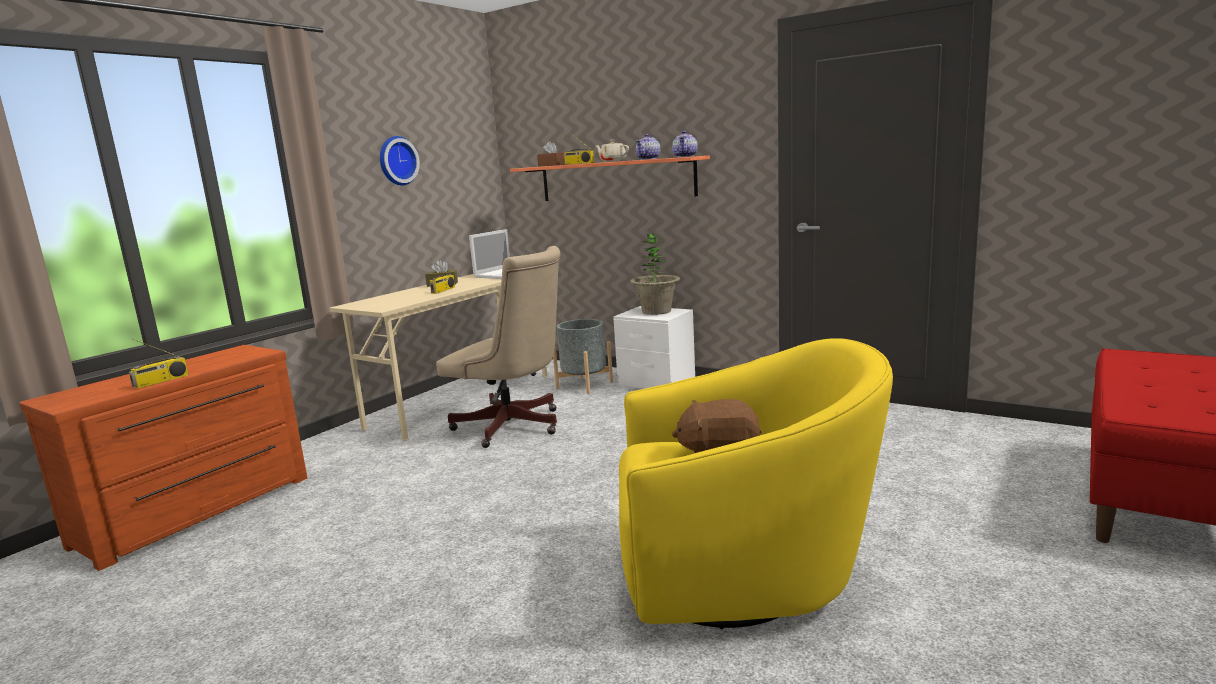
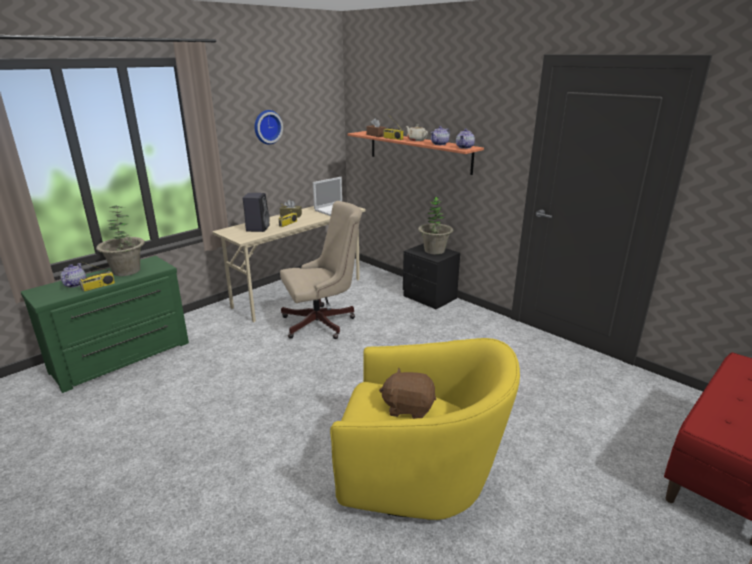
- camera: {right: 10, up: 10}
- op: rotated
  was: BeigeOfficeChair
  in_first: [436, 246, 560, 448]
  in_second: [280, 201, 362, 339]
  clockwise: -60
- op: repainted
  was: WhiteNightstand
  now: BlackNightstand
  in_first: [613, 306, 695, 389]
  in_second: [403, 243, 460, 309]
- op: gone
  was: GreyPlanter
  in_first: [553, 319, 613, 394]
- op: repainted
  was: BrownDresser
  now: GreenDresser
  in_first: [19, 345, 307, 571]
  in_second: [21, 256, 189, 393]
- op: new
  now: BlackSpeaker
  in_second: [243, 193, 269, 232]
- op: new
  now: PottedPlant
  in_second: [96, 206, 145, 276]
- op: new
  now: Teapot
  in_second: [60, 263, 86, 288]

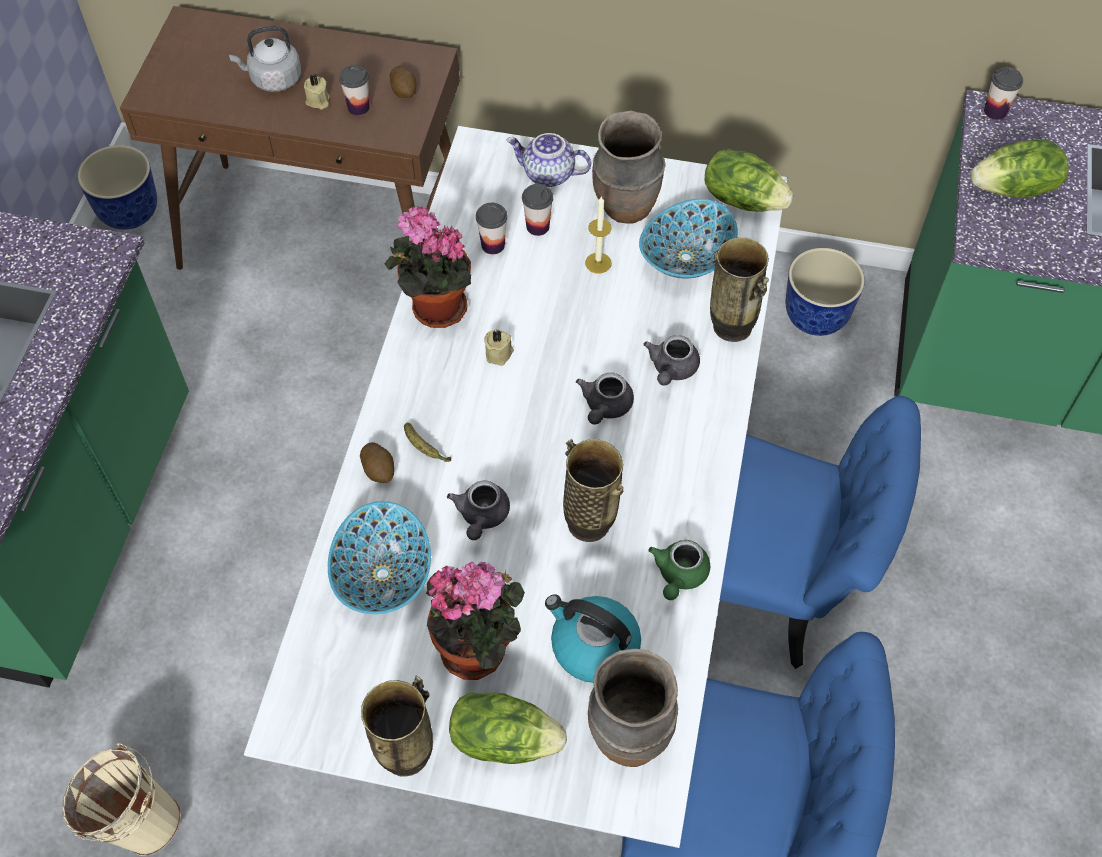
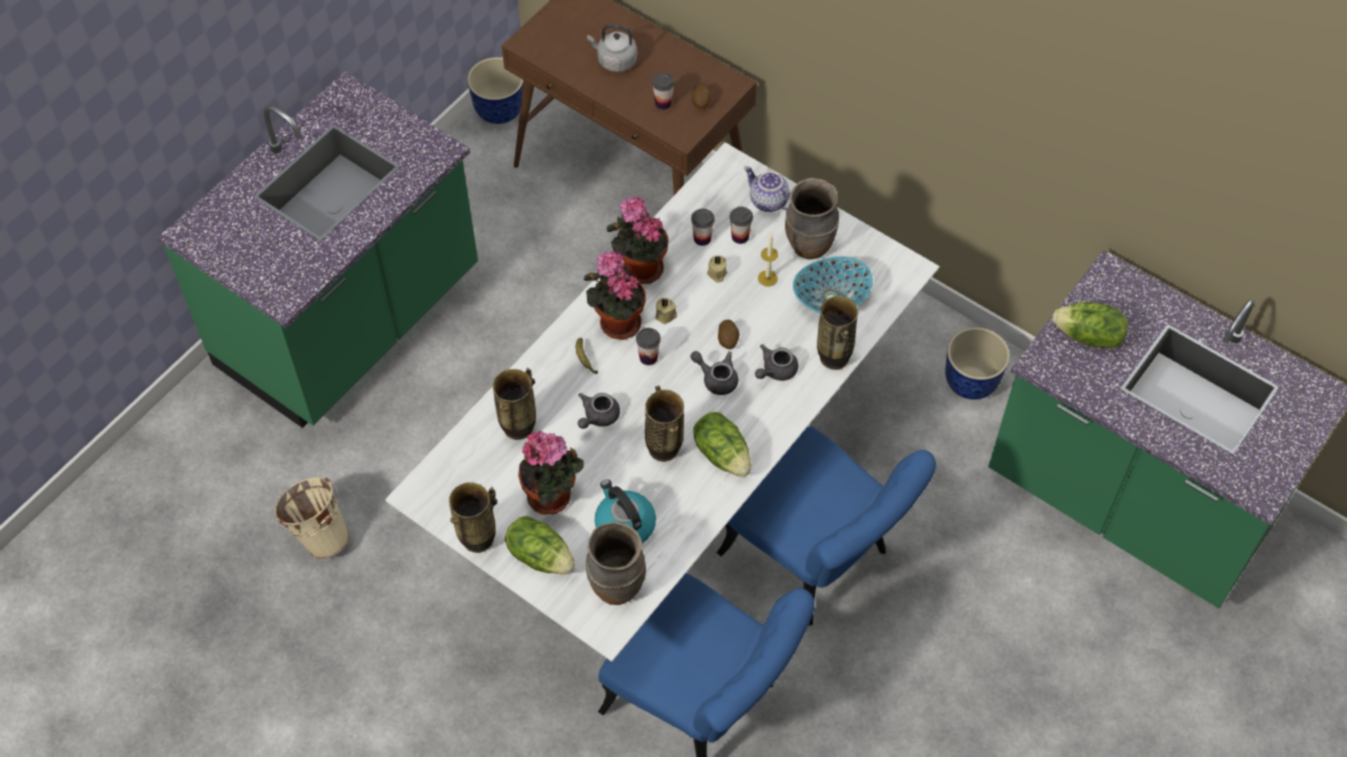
- camera: {right: 25, up: 0}
- op: shifted
  was: Cup
  in_first: [984, 67, 1023, 120]
  in_second: [636, 328, 661, 365]
- op: shifted
  was: BeigeCandle
  in_first: [304, 74, 330, 110]
  in_second: [707, 256, 728, 283]
- op: shifted
  was: Lettuce
  in_first: [705, 149, 793, 212]
  in_second: [693, 412, 752, 477]
- op: rotated
  was: GreyTeapot
  in_first: [576, 373, 634, 425]
  in_second: [690, 351, 738, 395]
  clockwise: 75
- op: shifted
  was: Potato
  in_first: [360, 442, 394, 483]
  in_second: [718, 319, 740, 349]
- op: swapped
  was: Bowl
  now: Vase
  in_first: [328, 501, 431, 614]
  in_second: [493, 367, 536, 440]
- op: gone
  was: GreenTeapot
  in_first: [649, 540, 710, 600]
- op: new
  now: PottedPlant
  in_second: [584, 251, 646, 340]

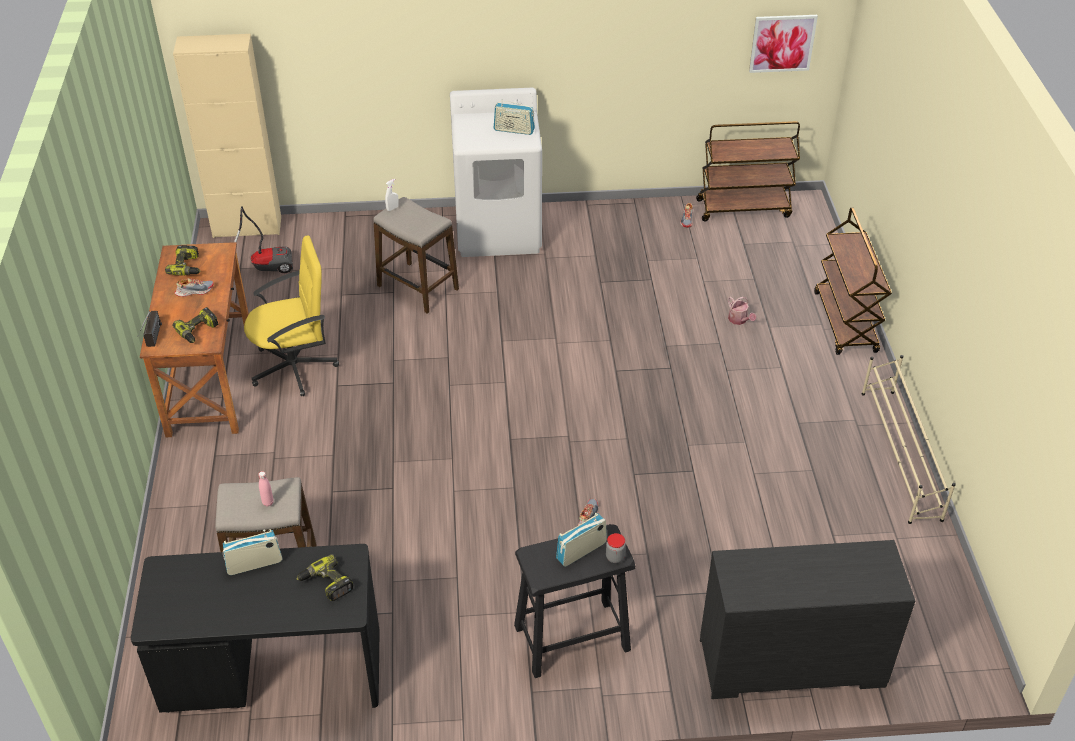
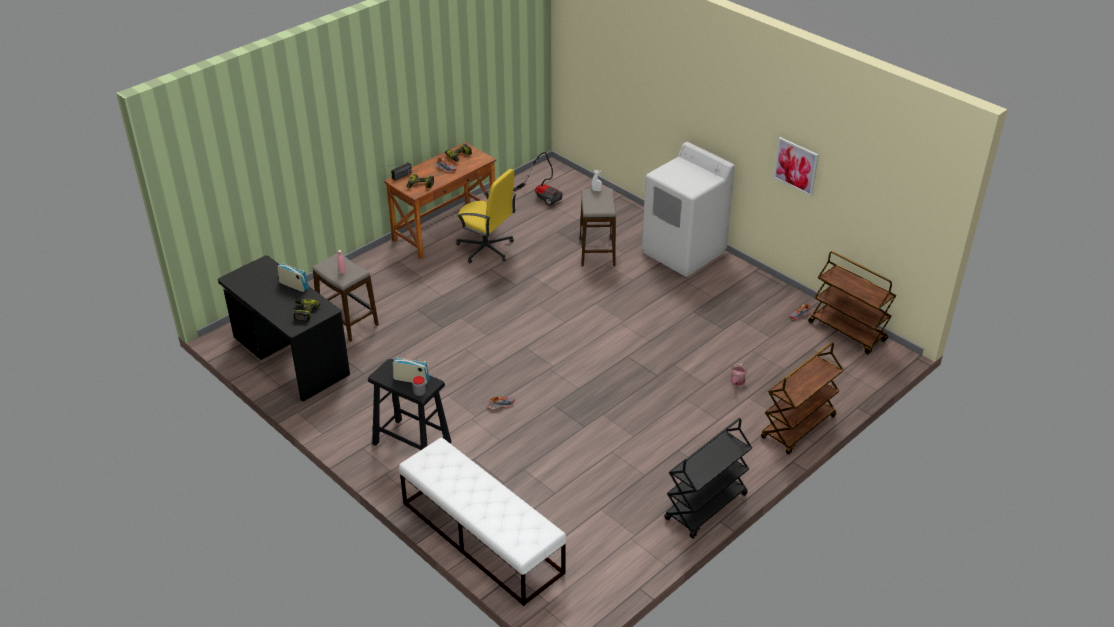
- camera: {right: 50, up: -5}
- op: shifted
  was: Picture
  in_first: [749, 15, 818, 73]
  in_second: [773, 137, 819, 196]
- op: gone
  was: BeigeCabinet
  in_first: [173, 34, 281, 238]
- op: gone
  was: Radio
  in_first: [494, 101, 535, 135]
- op: swapped
  was: BeigeShoeRack
  now: BlackCart
  in_first: [862, 355, 956, 524]
  in_second: [664, 418, 752, 539]
- op: swapped
  was: BlackDresser
  now: WhiteBench
  in_first: [700, 540, 915, 699]
  in_second: [399, 437, 567, 606]

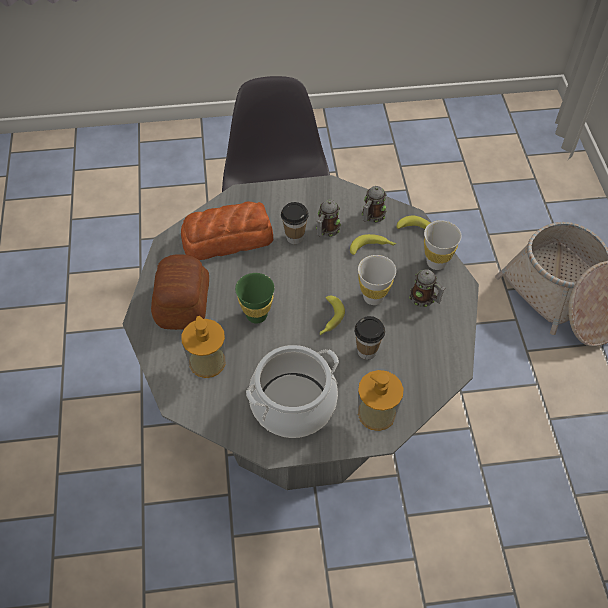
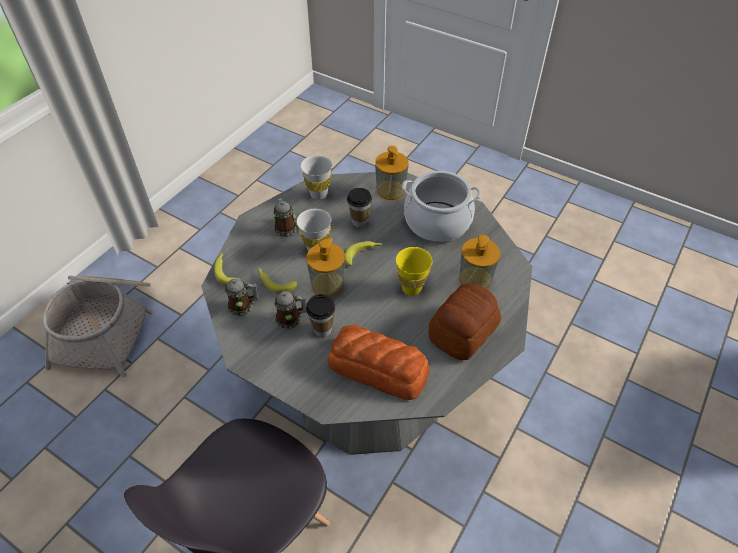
- camera: {right: -140, up: -5}
- op: shifted
  was: WhiteCup
  in_first: [424, 220, 462, 270]
  in_second: [301, 155, 332, 200]
- op: repainted
  was: GreenCup
  now: YellowCup
  in_first: [235, 273, 274, 324]
  in_second: [396, 247, 432, 296]
- op: new
  now: SoapDispenser
  in_second: [306, 238, 345, 297]

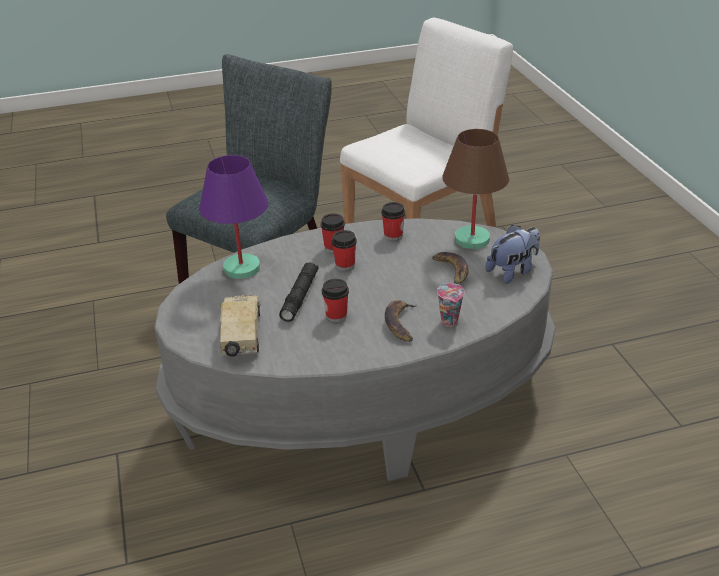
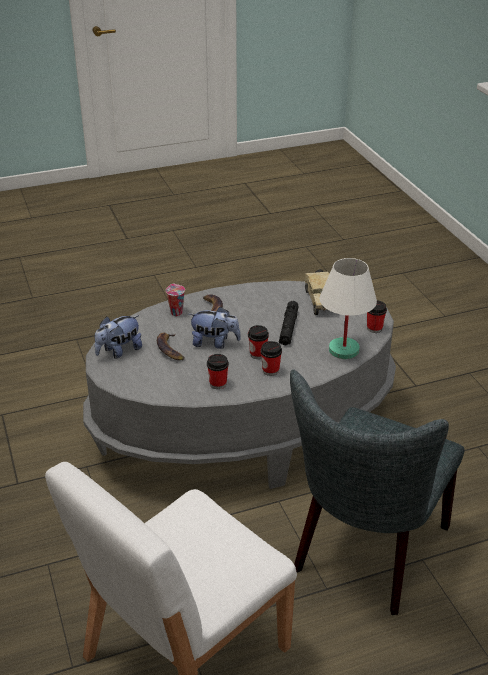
- camera: {right: 175, up: 0}
- op: gone
  was: BrownTableLamp
  in_first: [442, 129, 509, 249]
- op: repainted
  was: PurpleTableLamp
  now: WhiteTableLamp
  in_first: [199, 155, 269, 279]
  in_second: [320, 258, 377, 359]
- op: shifted
  was: Cup
  in_first: [322, 279, 349, 323]
  in_second: [367, 301, 387, 333]
- op: new
  now: PlushToy
  in_second: [188, 306, 241, 349]

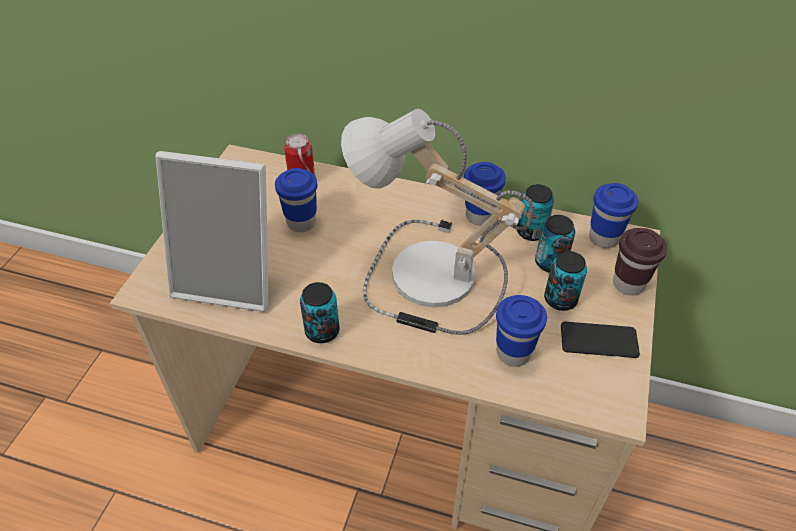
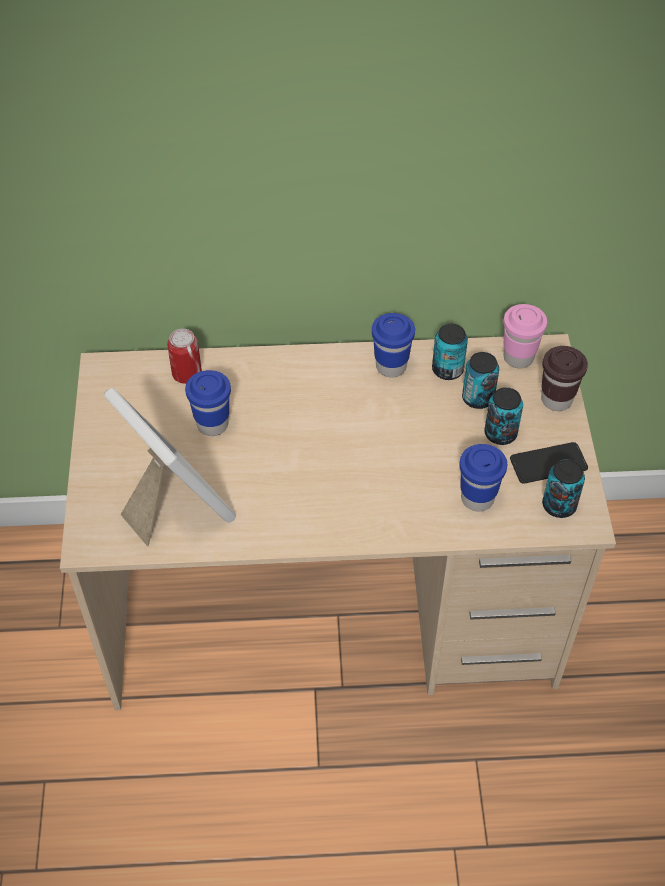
- camera: {right: -20, up: 5}
- op: gone
  was: TableLamp
  in_first: [341, 109, 534, 335]
- op: rotated
  was: PictureFrame
  in_first: [155, 151, 269, 312]
  in_second: [104, 388, 236, 546]
  clockwise: -120
- op: repainted
  was: BlueCup
  now: PinkCup
  in_first: [589, 183, 638, 248]
  in_second: [503, 304, 547, 368]
- op: shifted
  was: Can
  in_first: [300, 282, 340, 343]
  in_second: [542, 459, 585, 518]

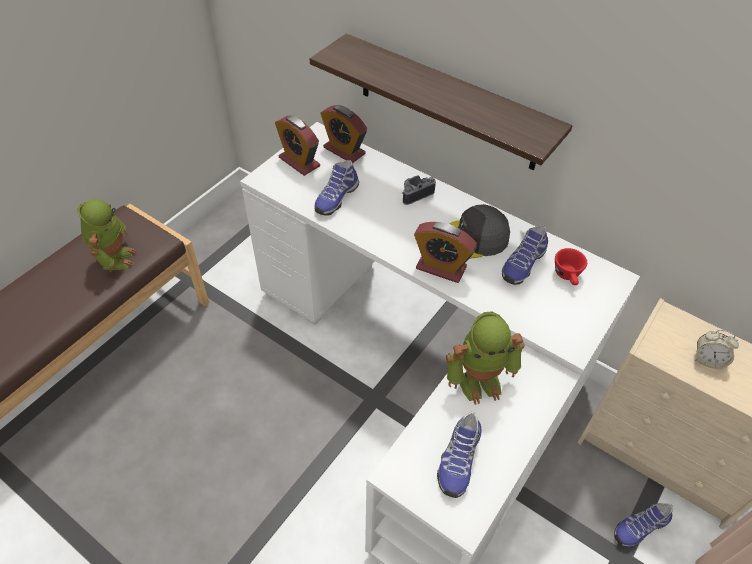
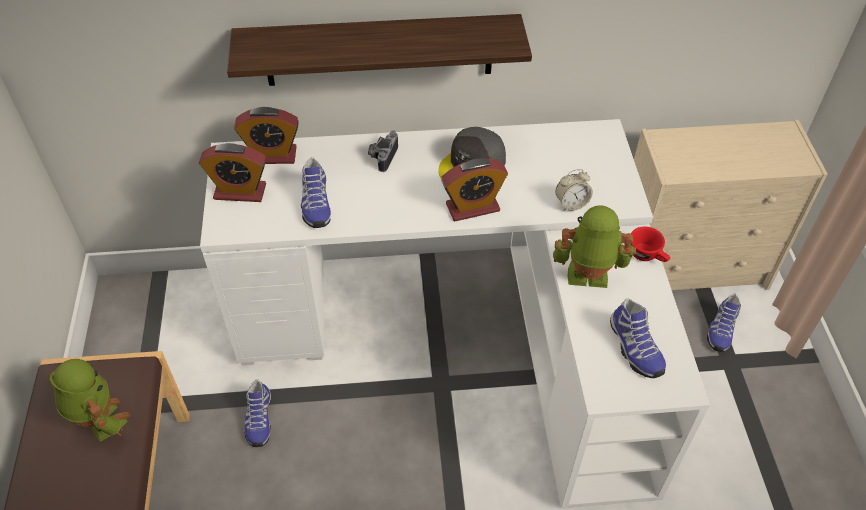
- camera: {right: -40, up: 0}
- op: shifted
  was: Shoe
  in_first: [502, 225, 548, 285]
  in_second: [244, 379, 271, 447]
- op: shifted
  was: RedCup
  in_first: [555, 248, 587, 285]
  in_second: [631, 226, 670, 262]
- op: rotated
  was: ToyRobot
  in_first: [446, 312, 524, 405]
  in_second: [553, 206, 636, 288]
  clockwise: -120
- op: shifted
  was: AlarmClock
  in_first: [695, 330, 739, 369]
  in_second: [555, 169, 593, 211]

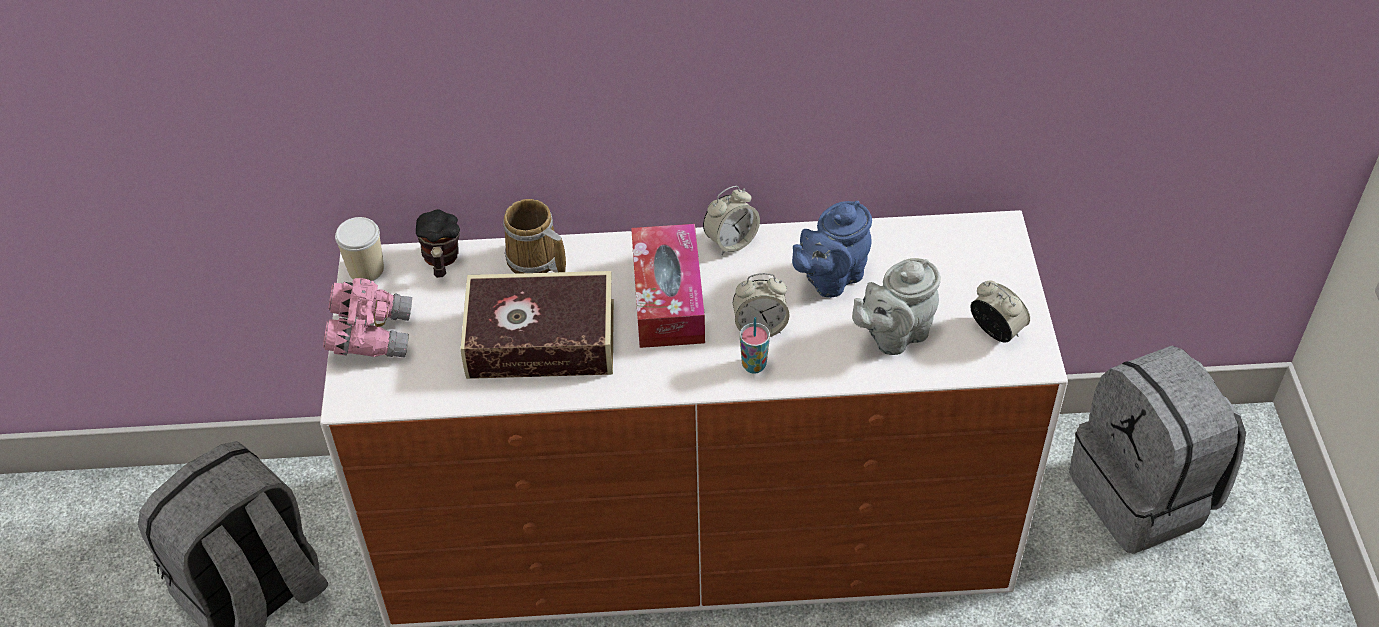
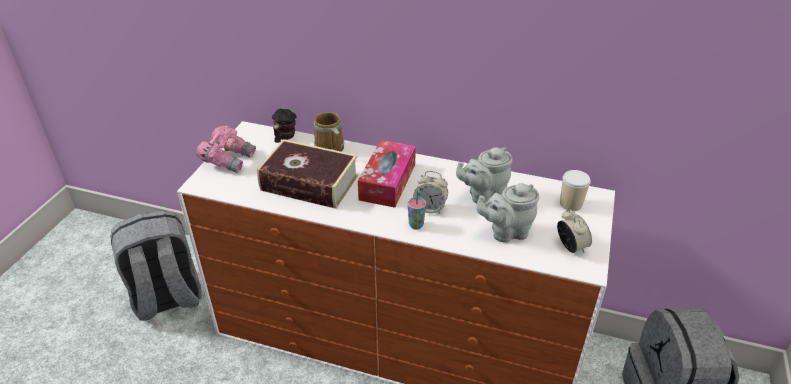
- camera: {right: 20, up: -10}
- op: gone
  was: AlarmClock
  in_first: [703, 186, 760, 255]
- op: repainted
  was: BlueTeapot
  now: GreyTeapot
  in_first: [792, 201, 872, 298]
  in_second: [456, 147, 513, 204]
- op: shifted
  was: Cup
  in_first: [335, 217, 384, 281]
  in_second: [560, 170, 591, 211]

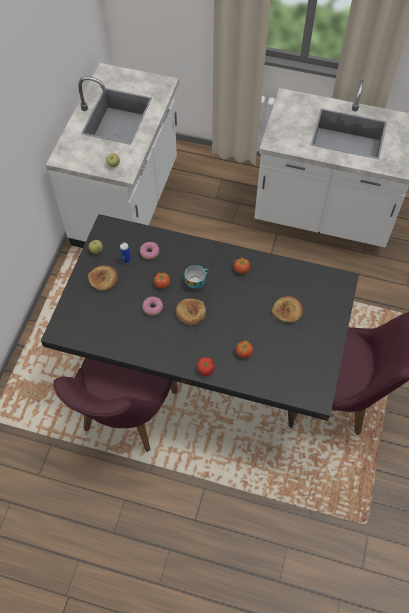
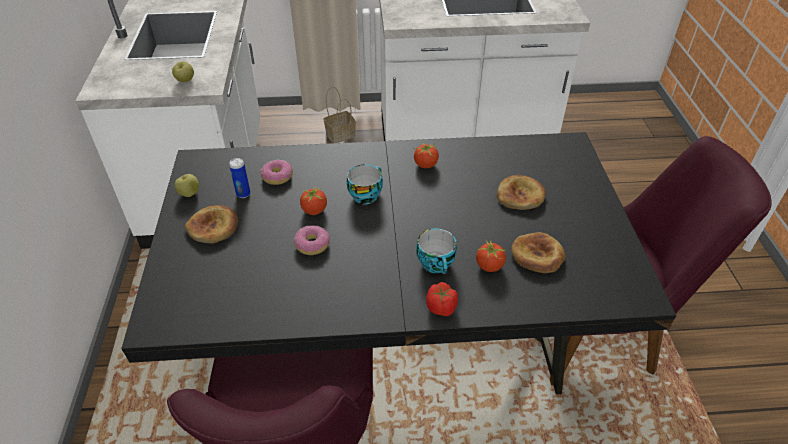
- camera: {right: -20, up: -15}
- op: shifted
  was: Bread
  in_first: [176, 299, 206, 326]
  in_second: [511, 232, 566, 273]
- op: new
  now: Basket
  in_second: [324, 87, 356, 143]
- op: new
  now: Cup
  in_second: [416, 228, 457, 274]

